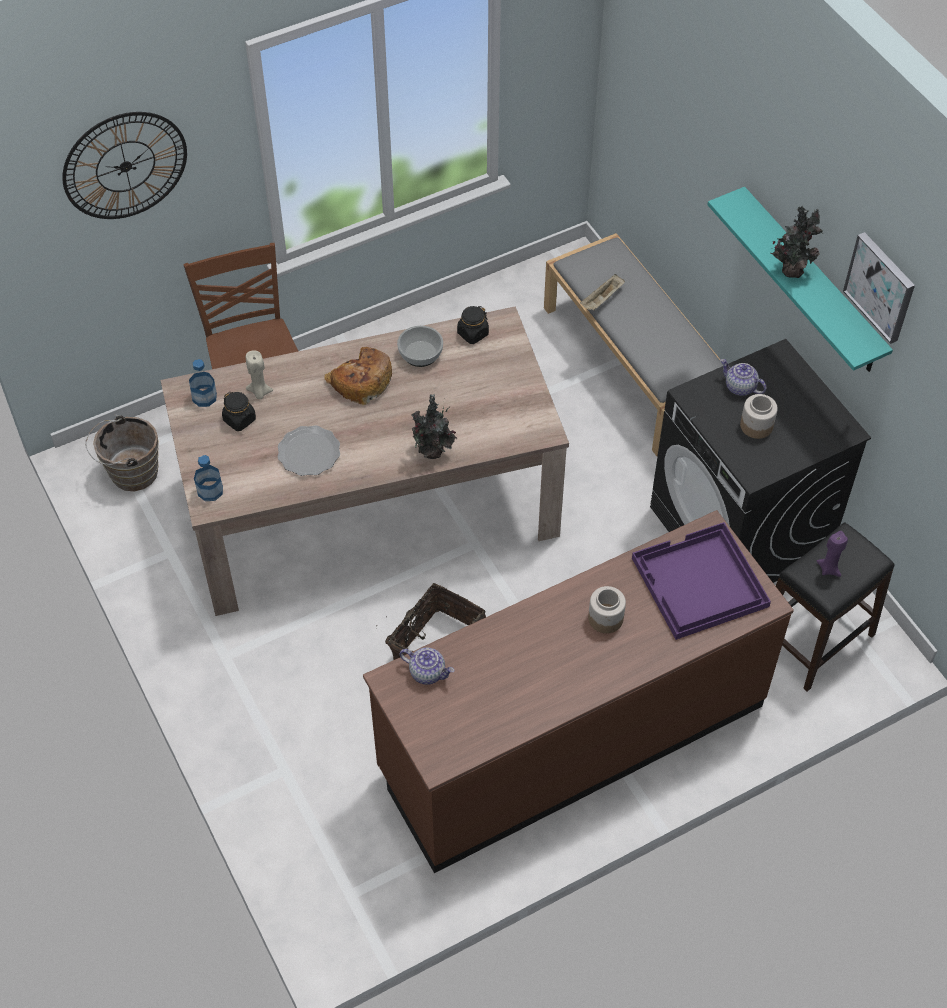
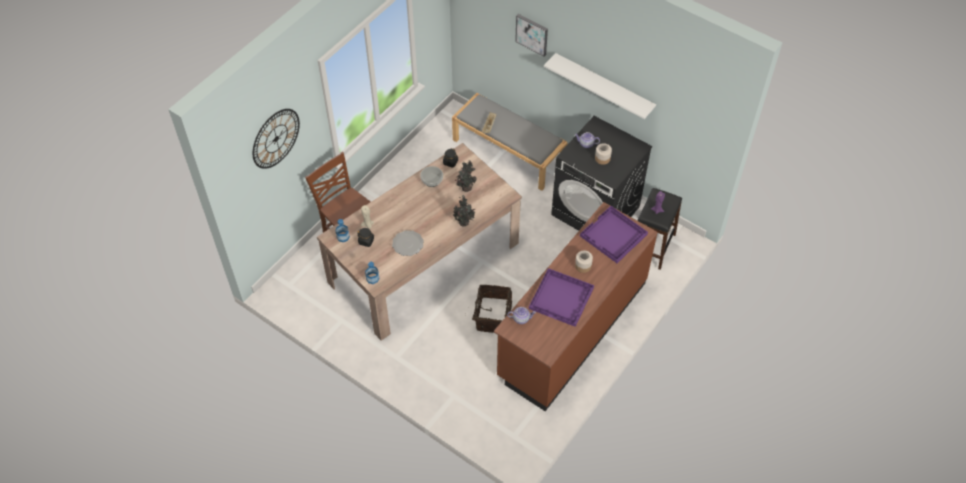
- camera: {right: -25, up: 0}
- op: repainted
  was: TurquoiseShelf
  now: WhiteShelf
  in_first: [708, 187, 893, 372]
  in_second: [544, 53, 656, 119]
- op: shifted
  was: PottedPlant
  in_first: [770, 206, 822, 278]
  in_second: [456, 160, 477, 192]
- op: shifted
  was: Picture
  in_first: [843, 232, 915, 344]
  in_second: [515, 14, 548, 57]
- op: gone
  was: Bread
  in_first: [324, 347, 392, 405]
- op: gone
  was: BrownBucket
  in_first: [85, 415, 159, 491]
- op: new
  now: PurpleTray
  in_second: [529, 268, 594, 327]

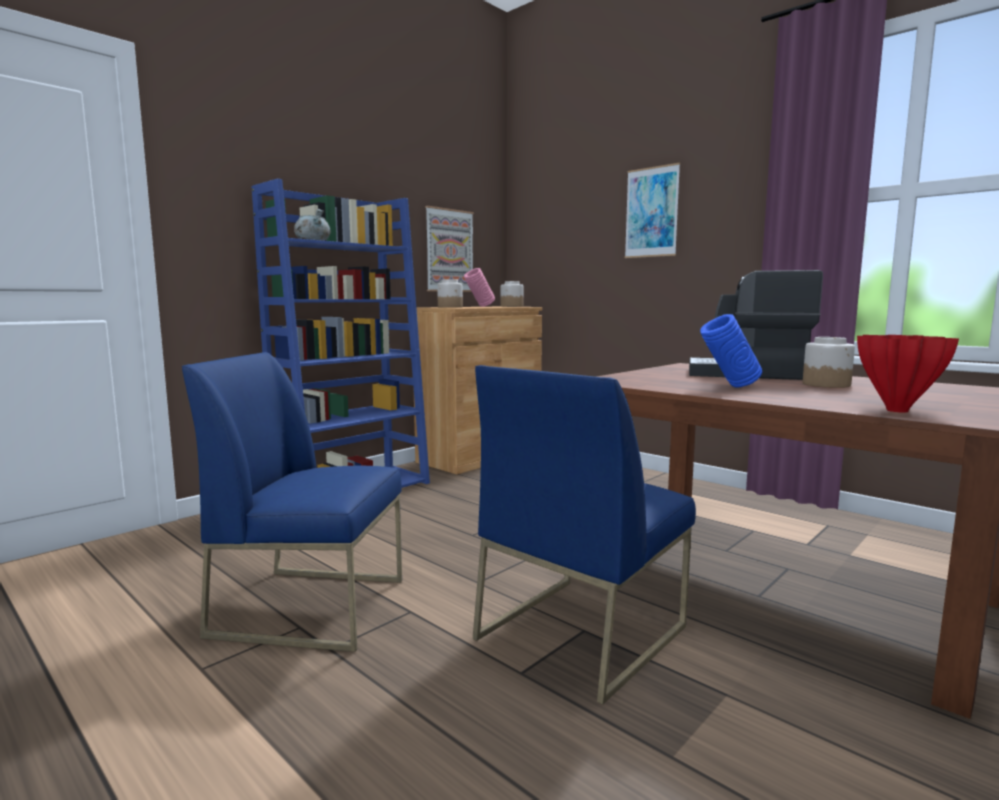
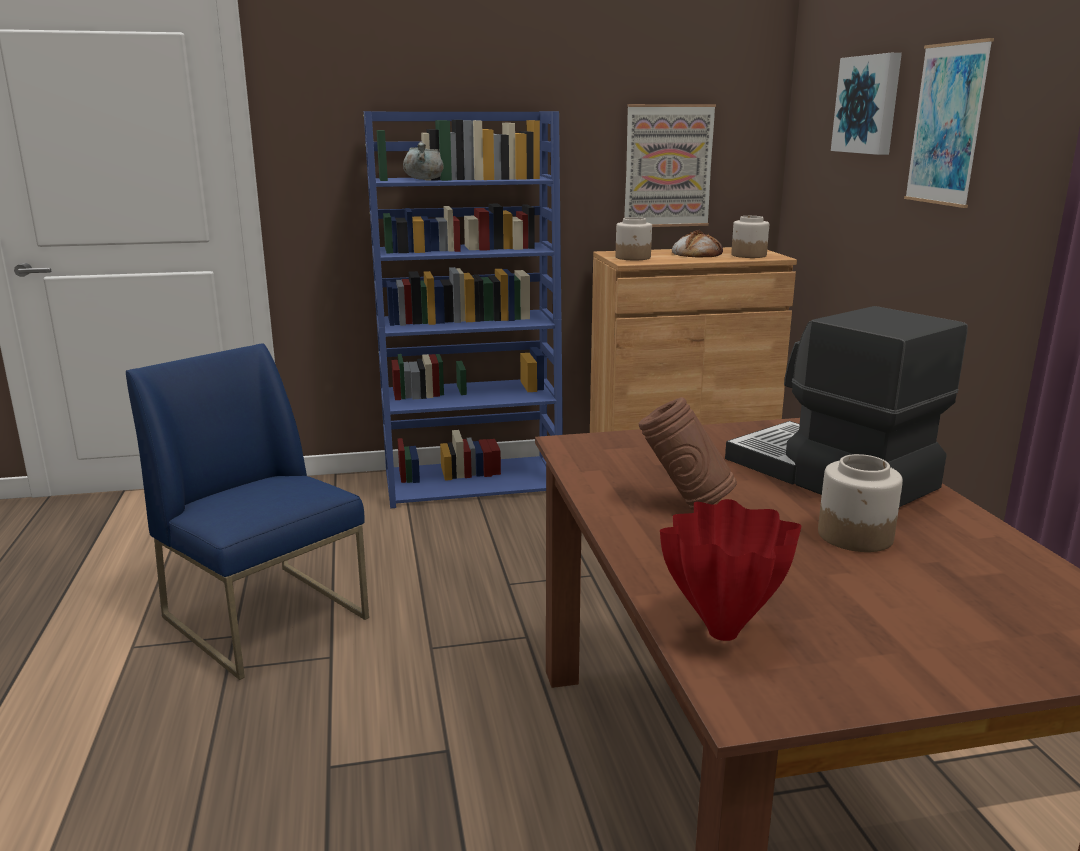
- camera: {right: 35, up: 10}
- op: swapped
  was: PinkVase
  now: Bread
  in_first: [464, 268, 495, 307]
  in_second: [672, 230, 723, 257]
- op: repainted
  was: BlueVase
  now: BrownVase
  in_first: [700, 314, 762, 387]
  in_second: [639, 397, 737, 510]
- op: gone
  was: BlueChair
  in_first: [473, 365, 696, 705]
- op: new
  now: Picture
  in_second: [831, 53, 902, 155]

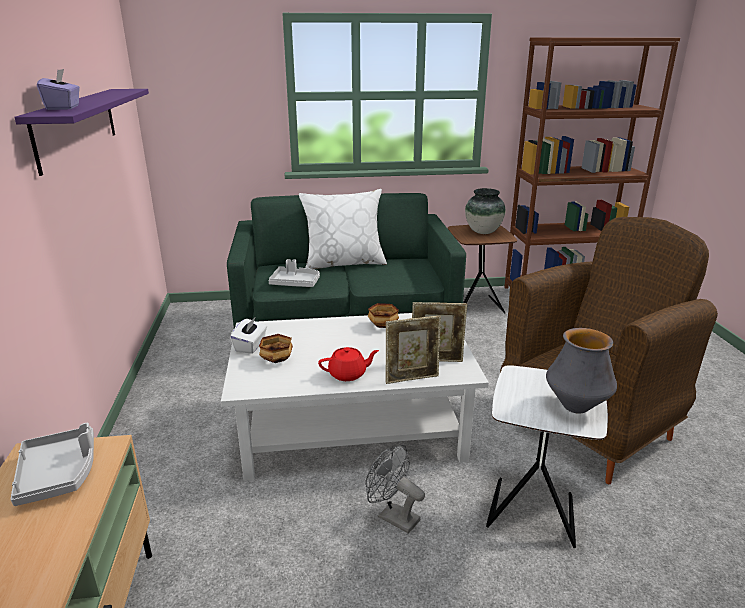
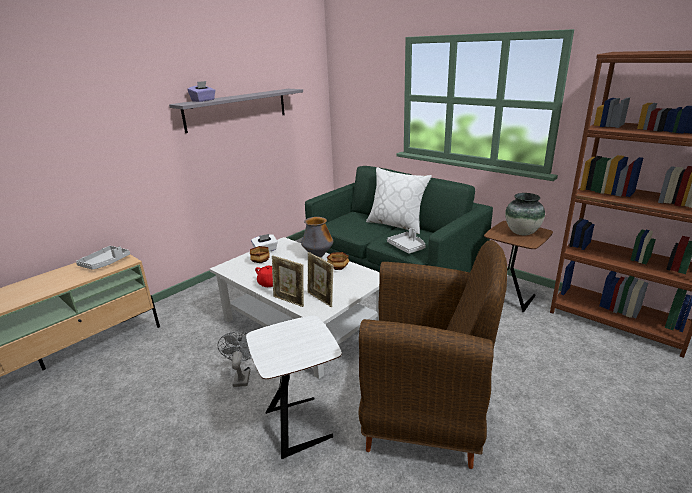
- camera: {right: 50, up: 0}
- op: repainted
  was: PurpleShelf
  now: GreyShelf
  in_first: [14, 89, 149, 176]
  in_second: [169, 89, 303, 133]
- op: shifted
  was: GreyTray
  in_first: [269, 259, 320, 287]
  in_second: [387, 228, 426, 254]
- op: shifted
  was: Vase
  in_first: [546, 328, 617, 414]
  in_second: [301, 217, 333, 258]

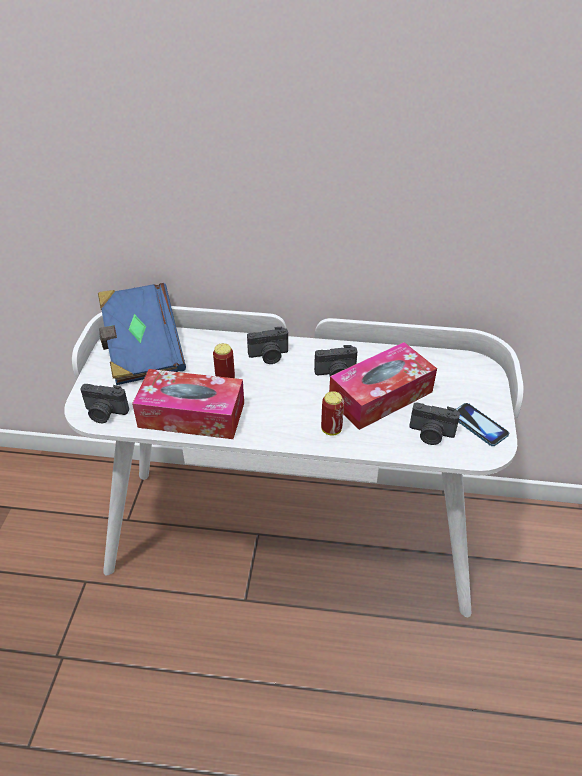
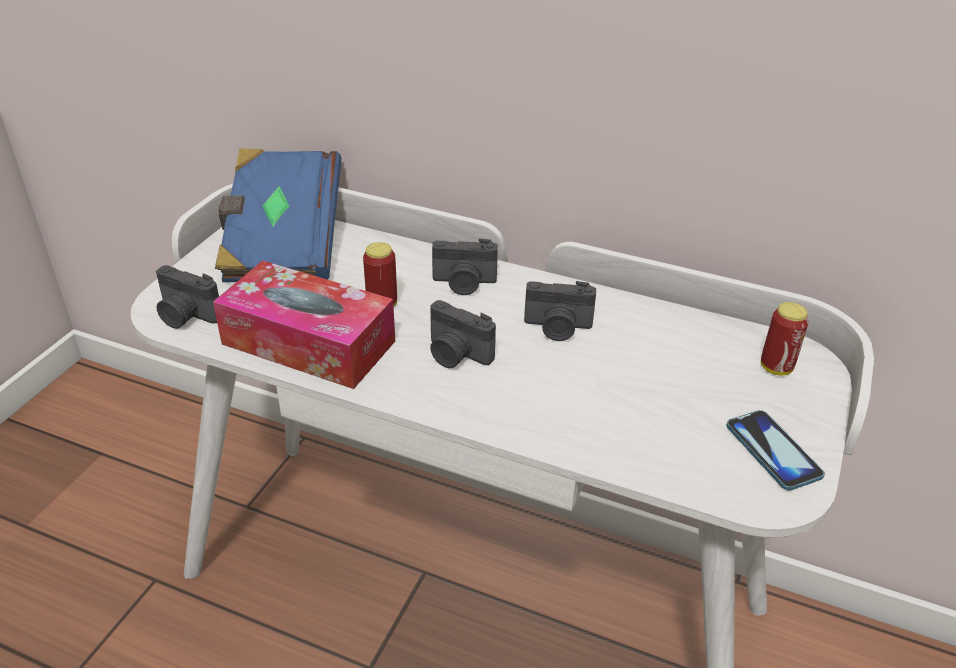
- camera: {right: 15, up: -5}
- op: gone
  was: TissueBox
  in_first: [329, 342, 437, 430]
- op: shifted
  was: Can
  in_first: [321, 391, 344, 436]
  in_second: [761, 302, 809, 376]
- op: shifted
  was: PhotoCamera
  in_first: [409, 402, 460, 445]
  in_second: [430, 300, 496, 368]

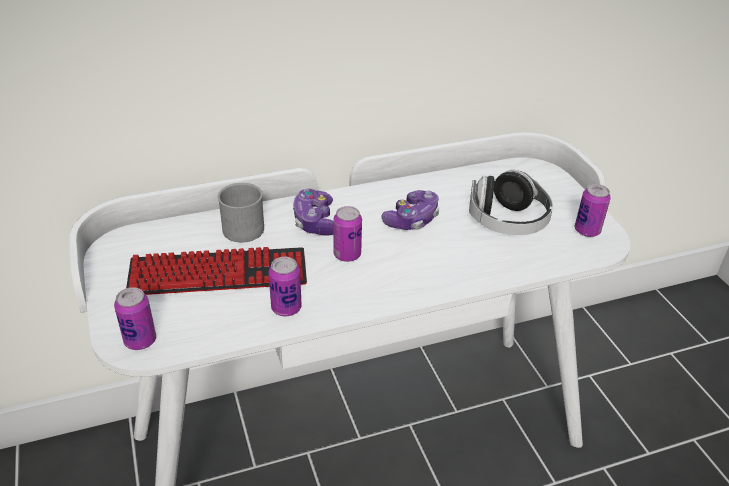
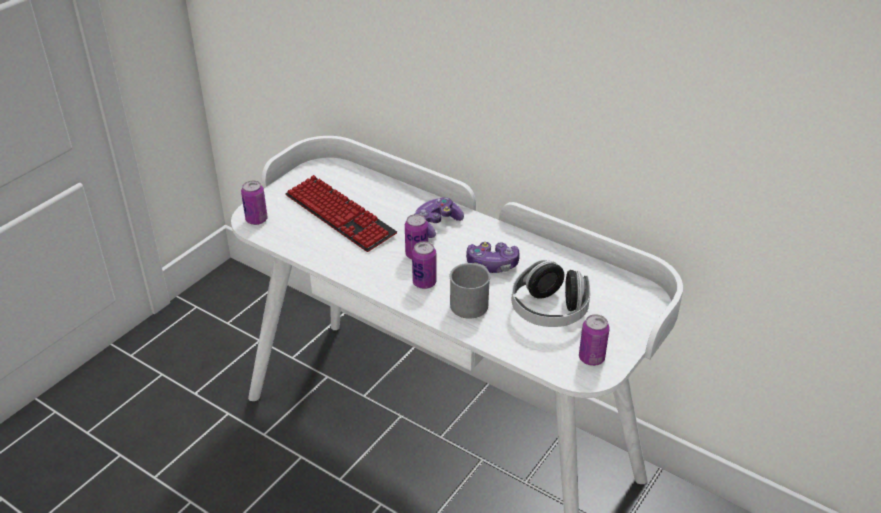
- camera: {right: 55, up: 0}
- op: shifted
  was: GreyMug
  in_first: [217, 183, 264, 243]
  in_second: [450, 263, 490, 319]
- op: shifted
  was: Can
  in_first: [268, 257, 301, 316]
  in_second: [412, 241, 436, 289]

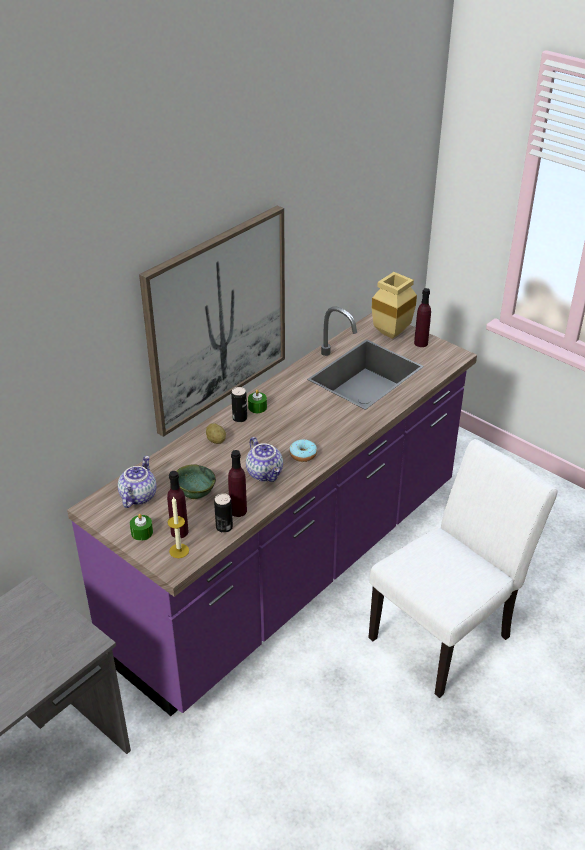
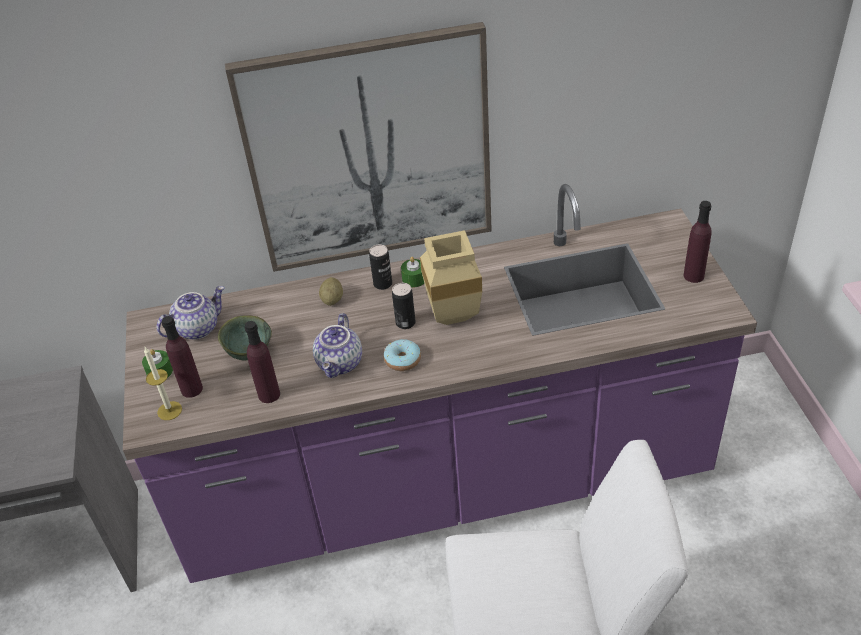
- camera: {right: 40, up: 5}
- op: shifted
  was: BeigeVase
  in_first: [372, 272, 417, 339]
  in_second: [420, 230, 482, 325]
- op: shifted
  was: Can
  in_first: [214, 493, 233, 533]
  in_second: [392, 283, 416, 329]

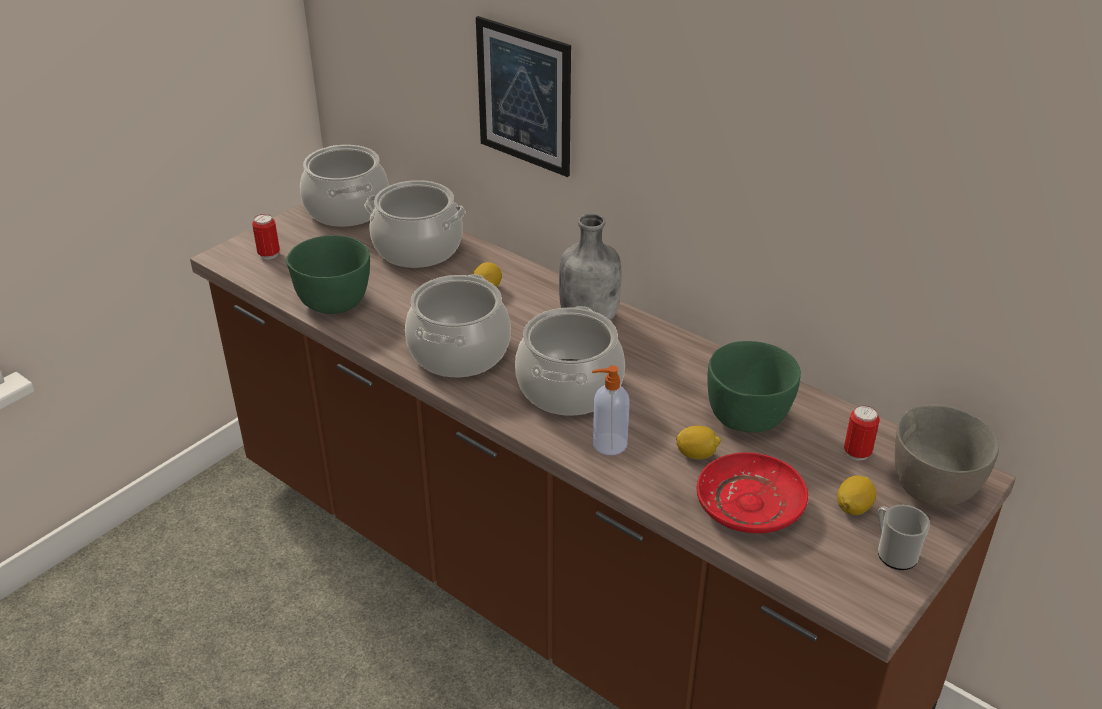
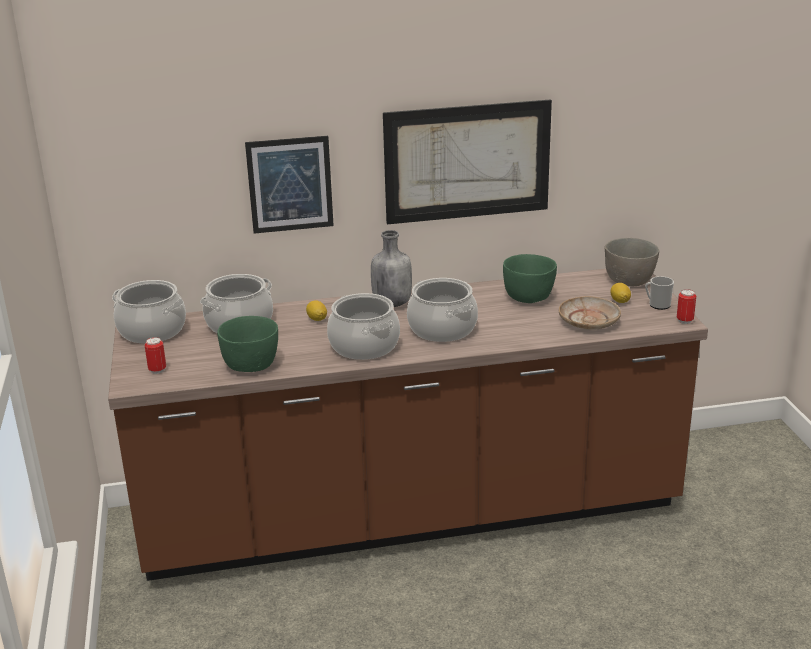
- camera: {right: -50, up: -10}
- op: gone
  was: SoapDispenser
  in_first: [592, 365, 630, 455]
- op: shifted
  was: Can
  in_first: [844, 405, 880, 461]
  in_second: [677, 289, 696, 324]
- op: gone
  was: Lemon
  in_first: [676, 426, 721, 460]
- op: repainted
  was: RedPlate
  now: BeigePlate
  in_first: [697, 452, 808, 533]
  in_second: [559, 296, 621, 330]
- op: new
  now: Picture
  in_second: [383, 99, 552, 224]

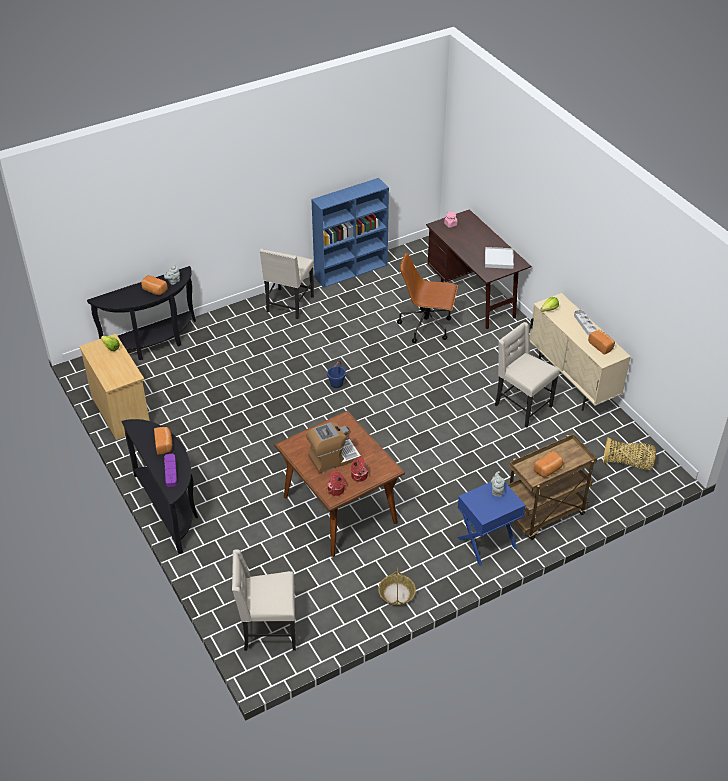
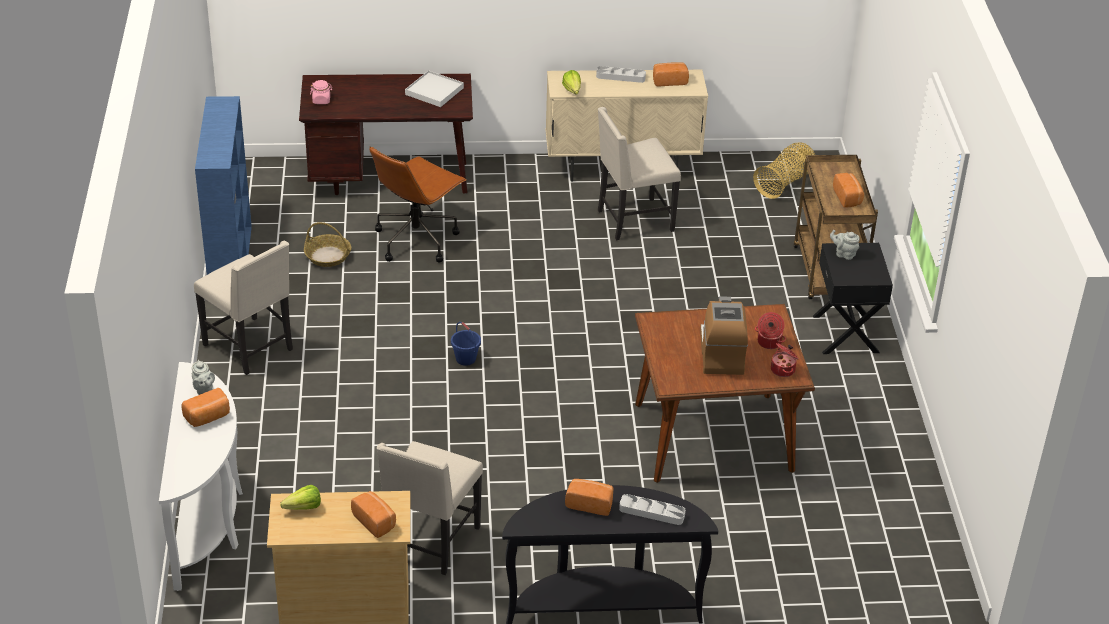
- camera: {right: -65, up: -5}
- op: repainted
  was: BlackConsoleTable
  now: WhiteConsoleTable
  in_first: [87, 266, 196, 360]
  in_second: [159, 362, 243, 591]
- op: repainted
  was: PurpleTray
  now: GreyTray
  in_first: [164, 454, 177, 487]
  in_second: [619, 494, 686, 525]
- op: repainted
  was: BlueNightstand
  now: BlackNightstand
  in_first: [458, 482, 525, 566]
  in_second: [813, 243, 893, 354]
- op: shifted
  was: BeigeChair
  in_first: [232, 549, 296, 651]
  in_second: [377, 441, 483, 575]
- op: shifted
  was: Basket
  in_first: [378, 567, 416, 606]
  in_second: [304, 222, 351, 267]
- op: new
  now: Bread
  in_second: [351, 491, 396, 538]

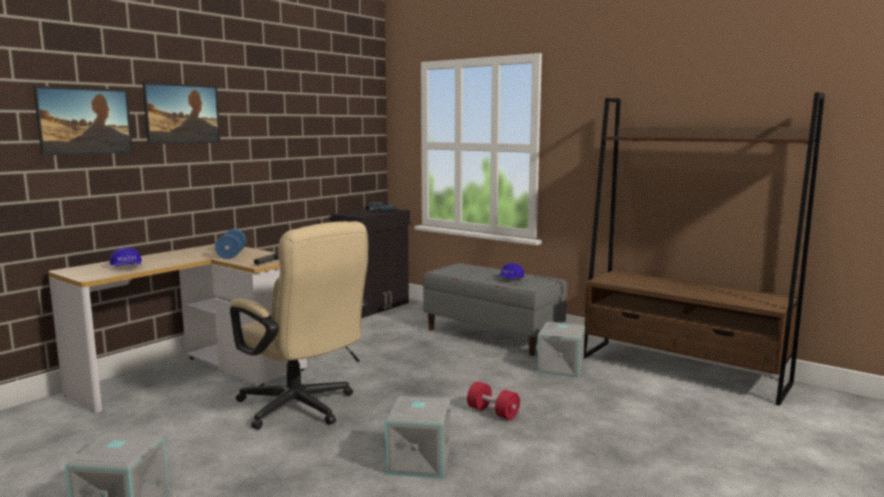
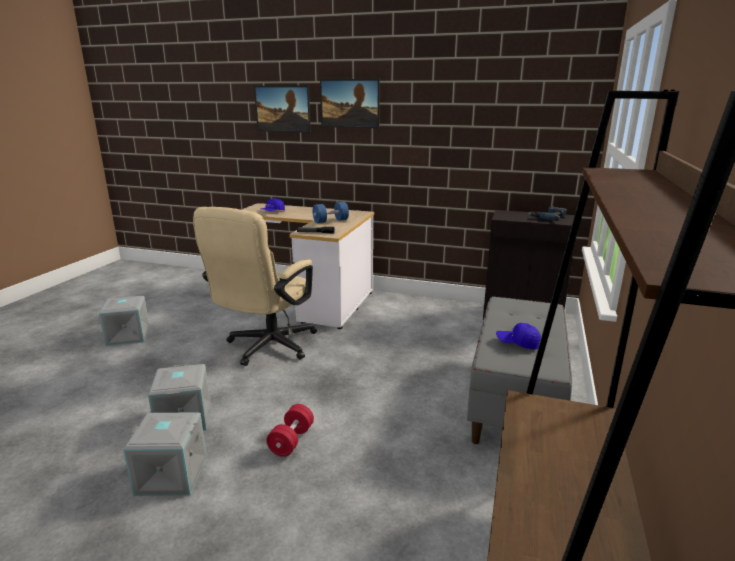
- camera: {right: 70, up: 10}
- op: shifted
  was: GreyStorageBox
  in_first: [537, 322, 585, 378]
  in_second: [123, 412, 207, 496]

